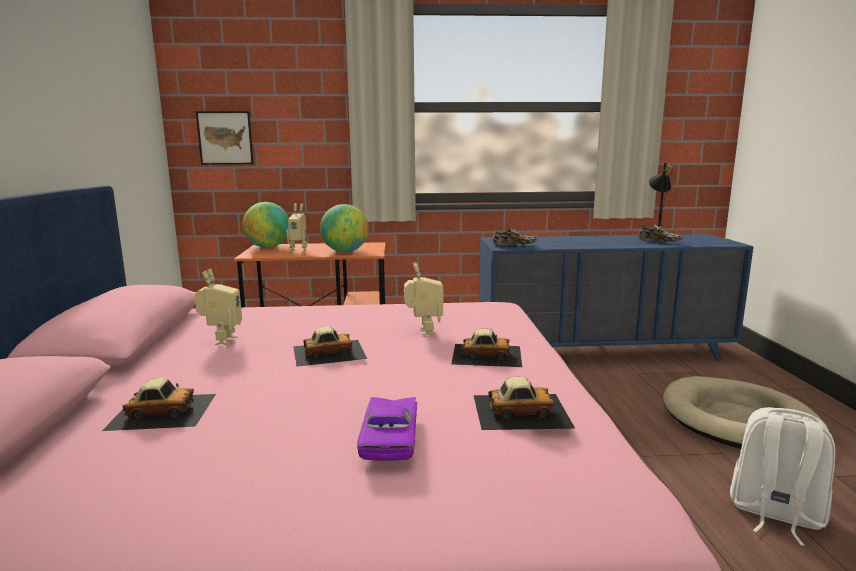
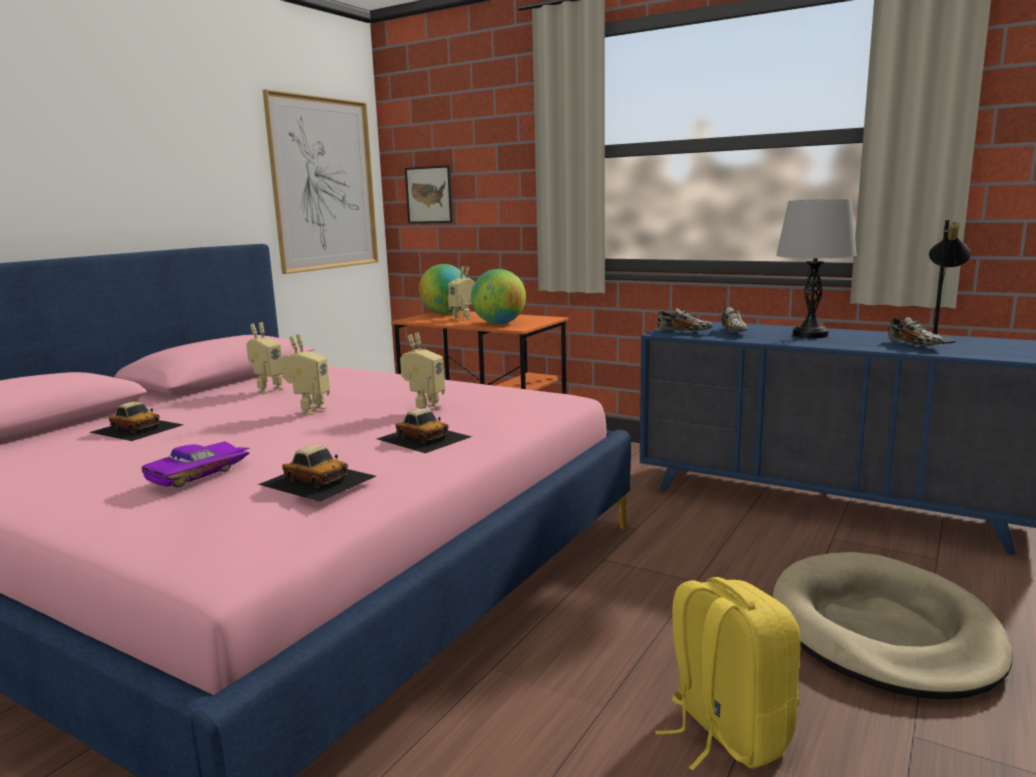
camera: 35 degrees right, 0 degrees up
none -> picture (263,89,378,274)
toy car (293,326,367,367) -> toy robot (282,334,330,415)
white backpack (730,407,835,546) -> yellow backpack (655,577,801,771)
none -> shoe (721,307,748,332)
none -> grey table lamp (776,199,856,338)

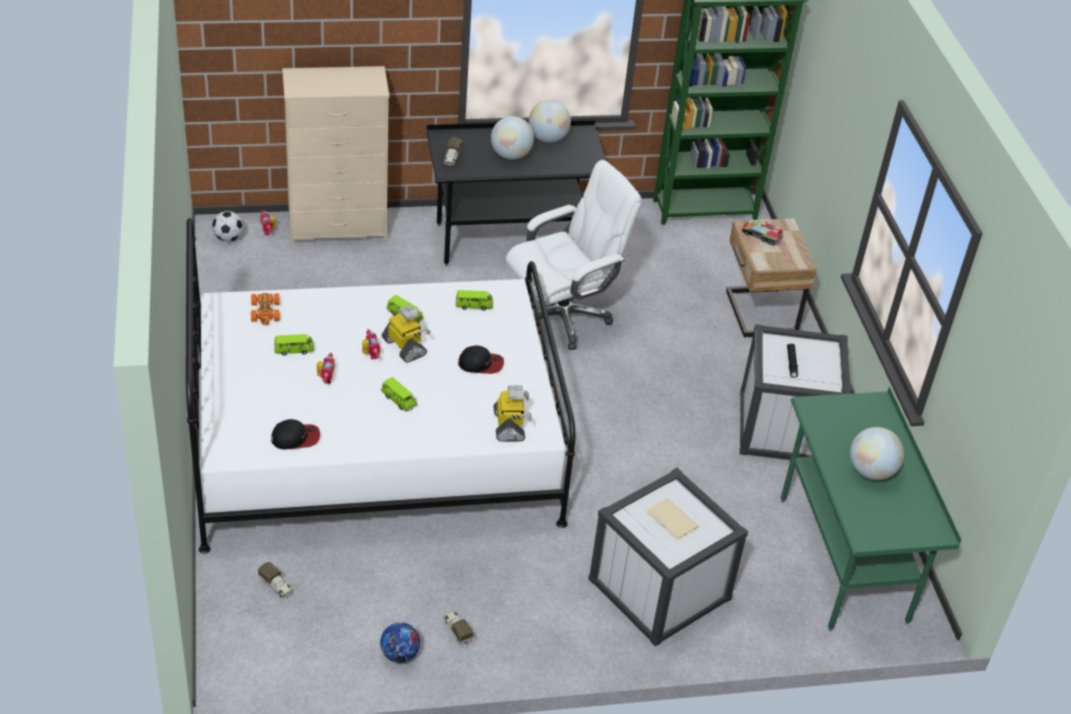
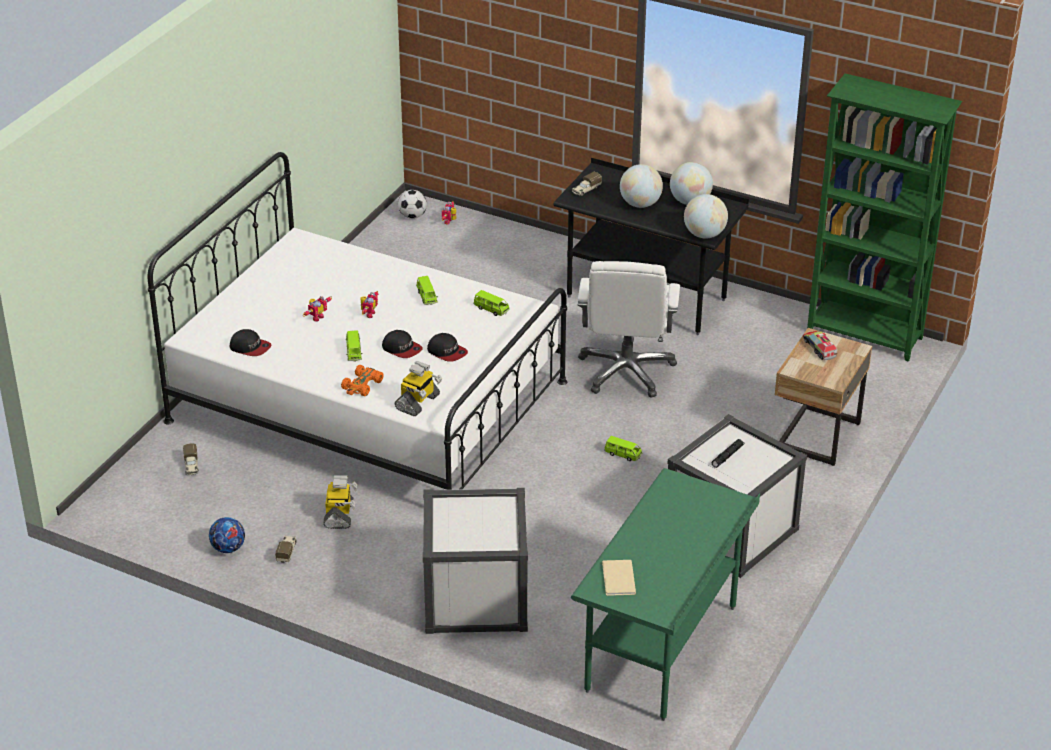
camera: 40 degrees right, 5 degrees down
toy robot (382,305,431,363) -> toy robot (323,475,357,529), relocated
orange toy car (251,293,280,325) -> orange toy car (341,365,384,396), relocated
none -> cap (382,330,423,358)
white office chair (506,160,642,350) -> white office chair (578,261,680,398), 90 degrees clockwise
beige book (647,498,699,540) -> beige book (602,560,636,596), relocated
green toy car (274,334,314,356) -> green toy car (604,436,642,461), relocated
globe (850,427,904,480) -> globe (684,194,728,238), relocated
beige dresser (282,66,389,245) -> none

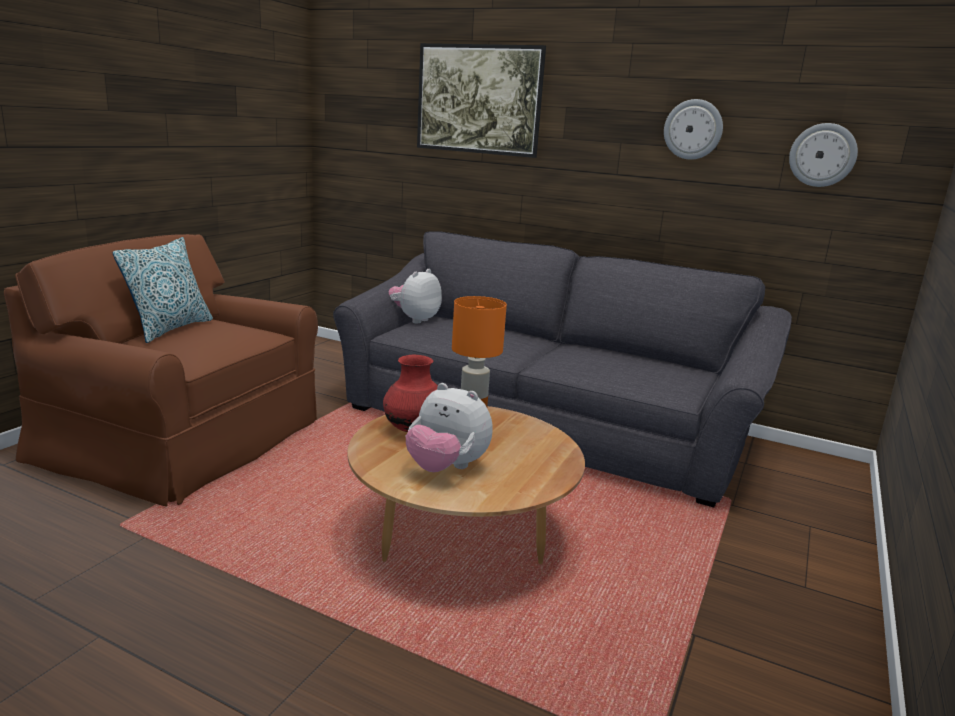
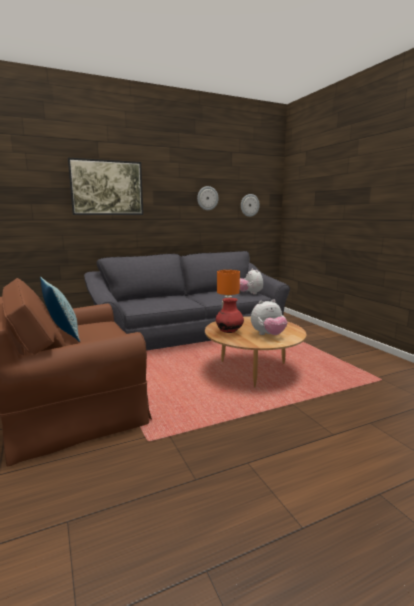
camera: 50 degrees left, 5 degrees down
plush toy (388,269,442,323) -> plush toy (240,268,263,295), relocated

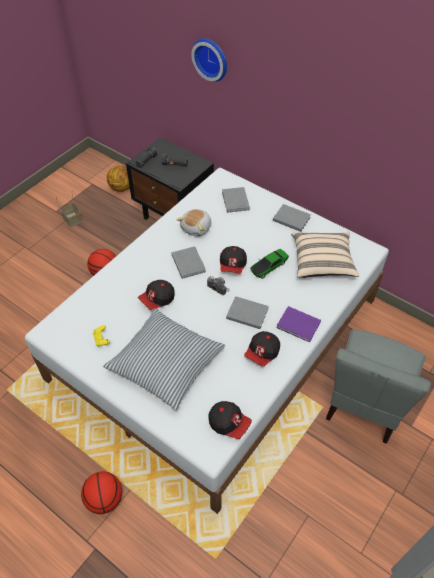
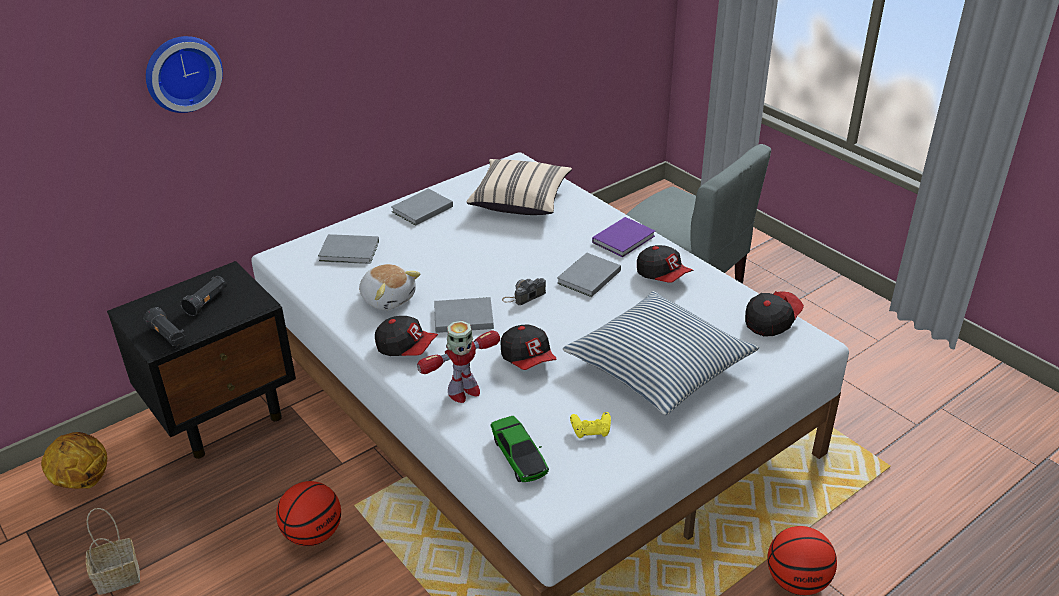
camera: 75 degrees left, 15 degrees down
cap (220,246,247,274) -> cap (375,316,438,356), relocated
none -> toy robot (417,321,500,403)
toy car (250,249,289,279) -> toy car (490,416,549,482), relocated

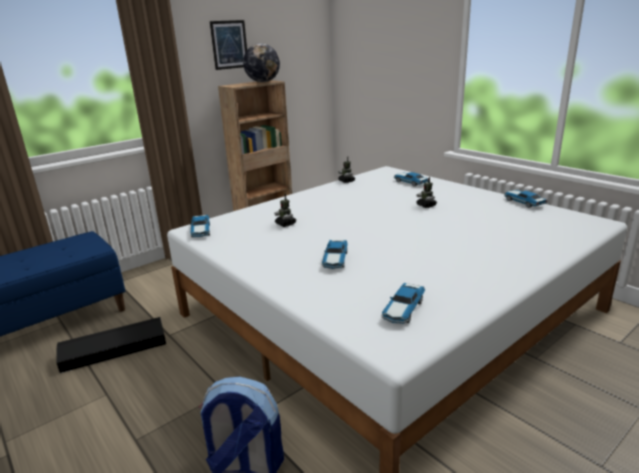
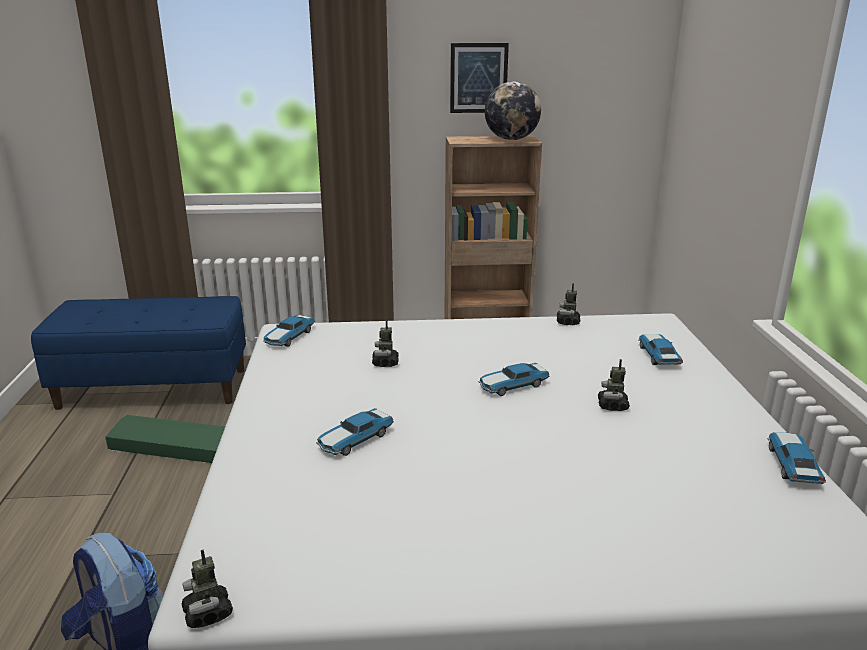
camera: 35 degrees right, 0 degrees up
black storage box (56,317,166,373) -> green storage box (105,415,225,463)
none -> toy robot (182,549,233,628)
toy car (381,283,425,324) -> toy car (478,363,549,396), relocated

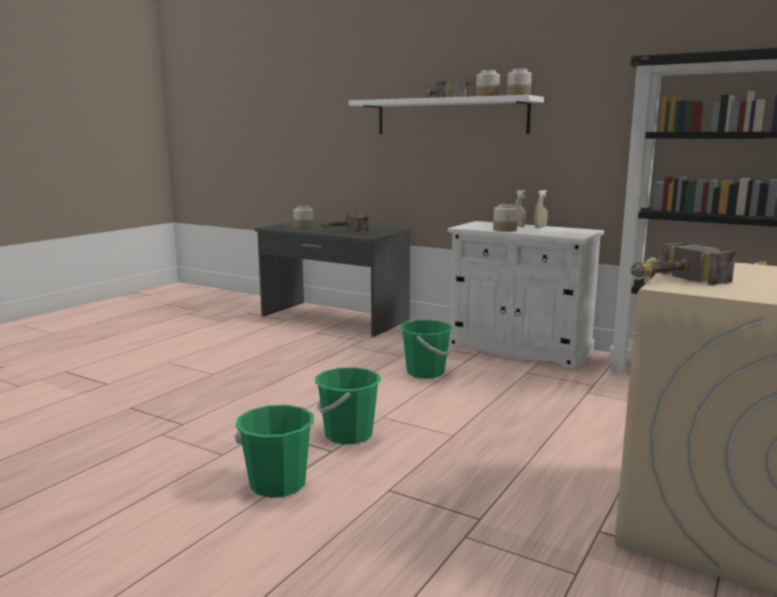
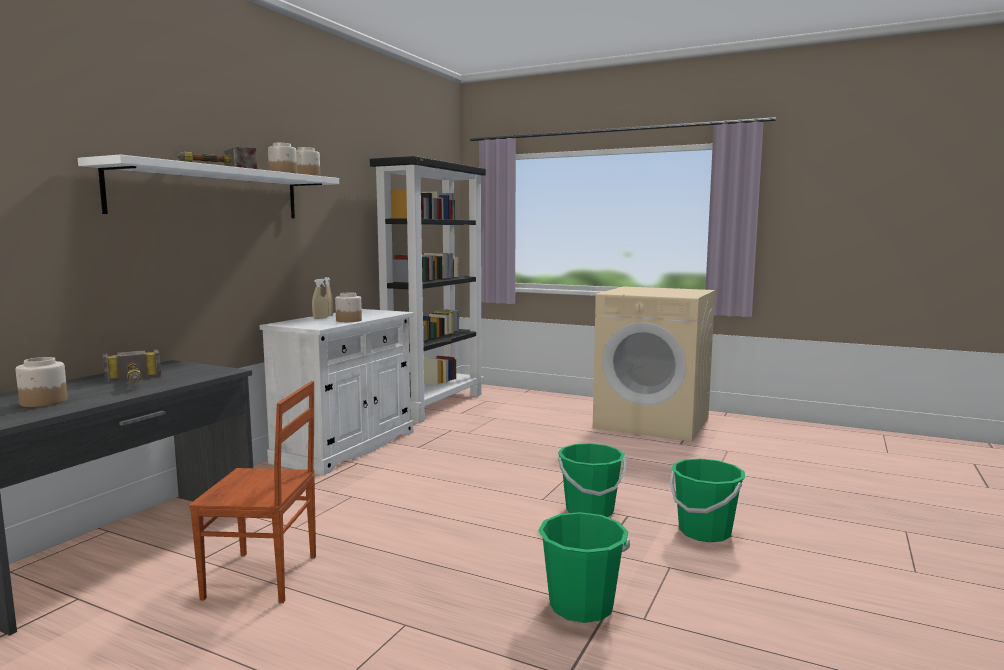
camera: 95 degrees left, 5 degrees down
none -> brown chair (189,381,316,603)
green bucket (400,320,452,379) -> green bucket (538,512,630,623), relocated
hammer (631,242,736,285) -> none

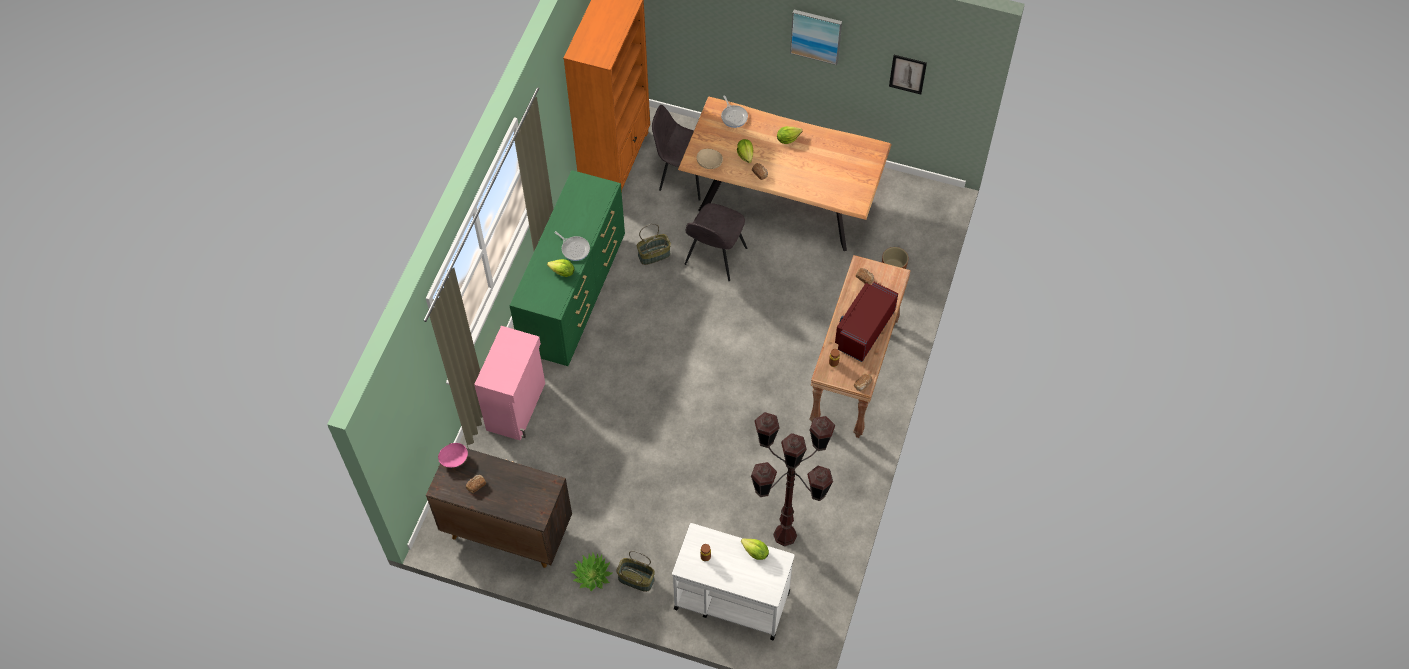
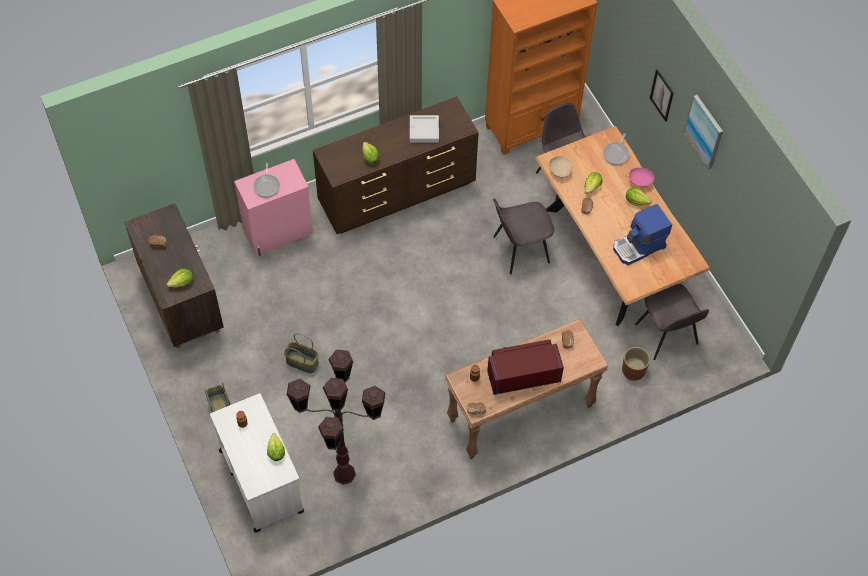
camera: 45 degrees right, 0 degrees up
none -> lettuce (166,268,193,288)
frying pan (554,231,590,261) -> frying pan (253,163,280,198), relocated
basket (637,224,671,265) -> basket (284,333,319,373), relocated
green dresser (510,170,625,366) -> brown dresser (313,96,479,234)
none -> grey tray (410,115,439,143)
none -> coffee machine (613,204,672,265)
pink bowl (438,443,468,468) -> pink bowl (629,168,654,187), relocated
none -> grey chair (635,284,709,360)
picture (889,55,927,95) -> picture (650,69,674,122), relocated
potted plant (571,553,613,591) -> none

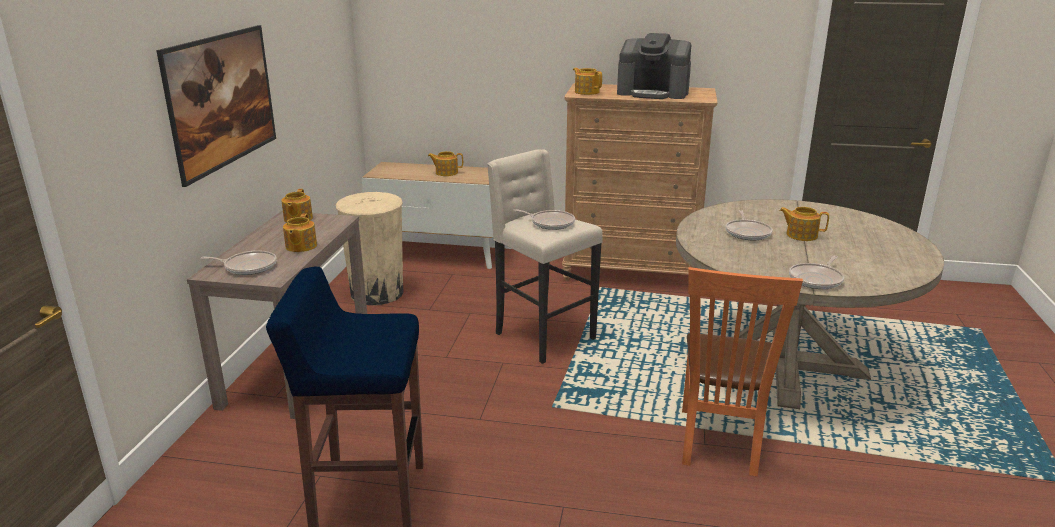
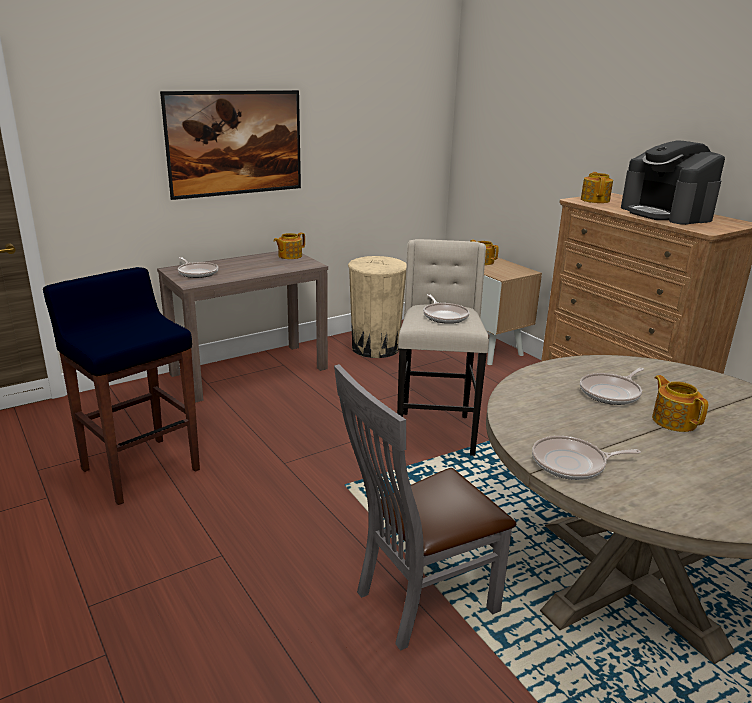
camera: 45 degrees right, 0 degrees up
orange chair (682,267,803,476) -> grey chair (334,364,516,651)
teapot (283,213,317,252) -> none

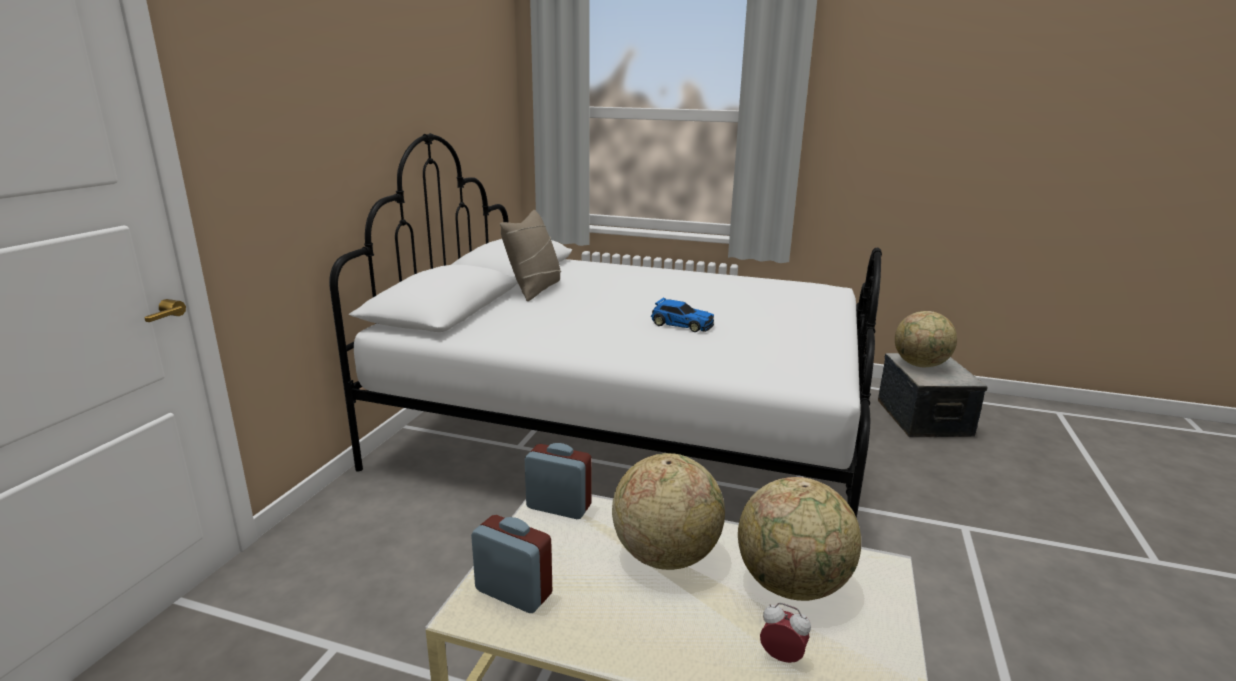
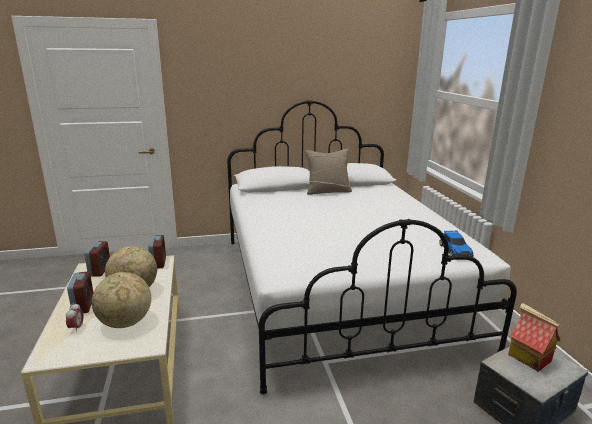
camera: 60 degrees right, 0 degrees up
none -> alarm clock (67,271,94,313)
toy car (651,298,714,332) -> toy car (439,231,474,260), relocated
globe (895,311,957,367) -> toy house (508,303,561,372)

